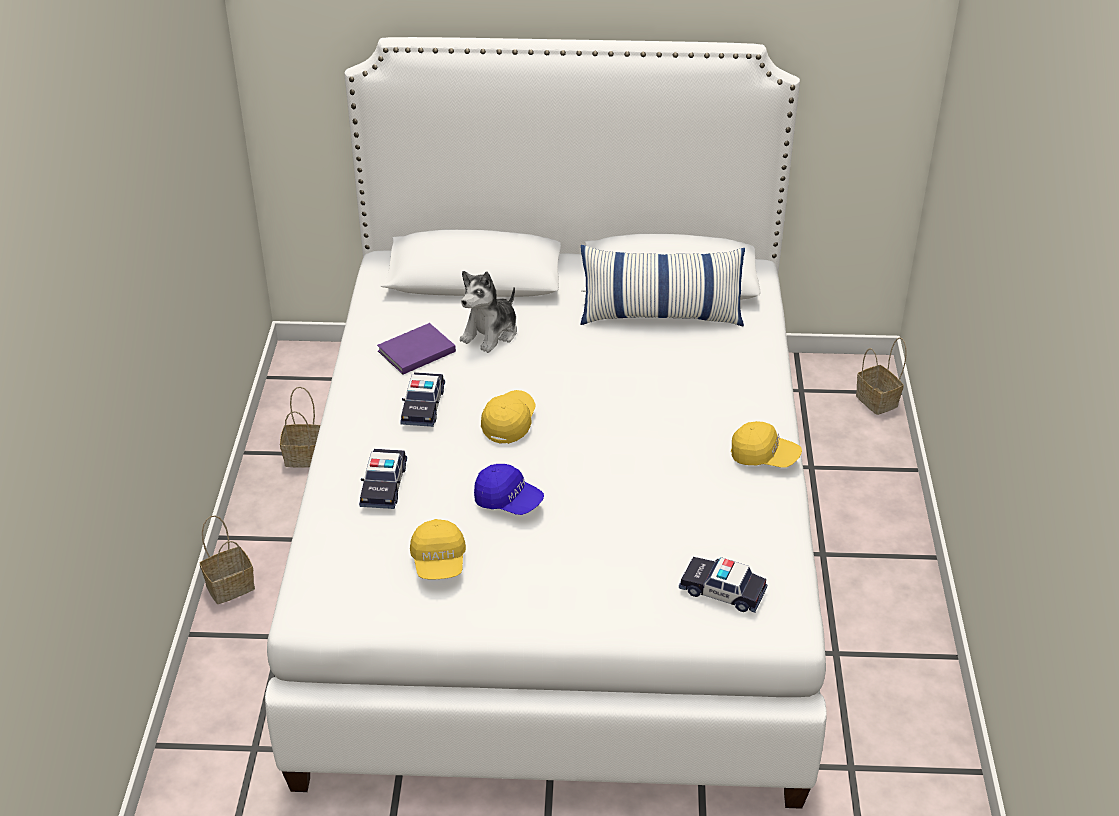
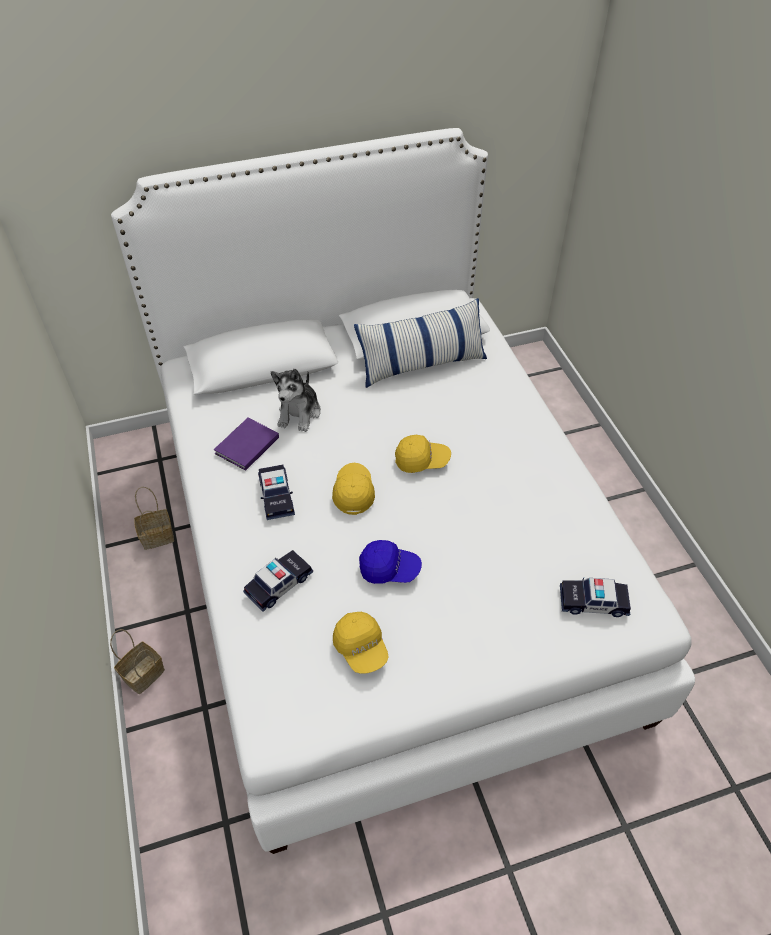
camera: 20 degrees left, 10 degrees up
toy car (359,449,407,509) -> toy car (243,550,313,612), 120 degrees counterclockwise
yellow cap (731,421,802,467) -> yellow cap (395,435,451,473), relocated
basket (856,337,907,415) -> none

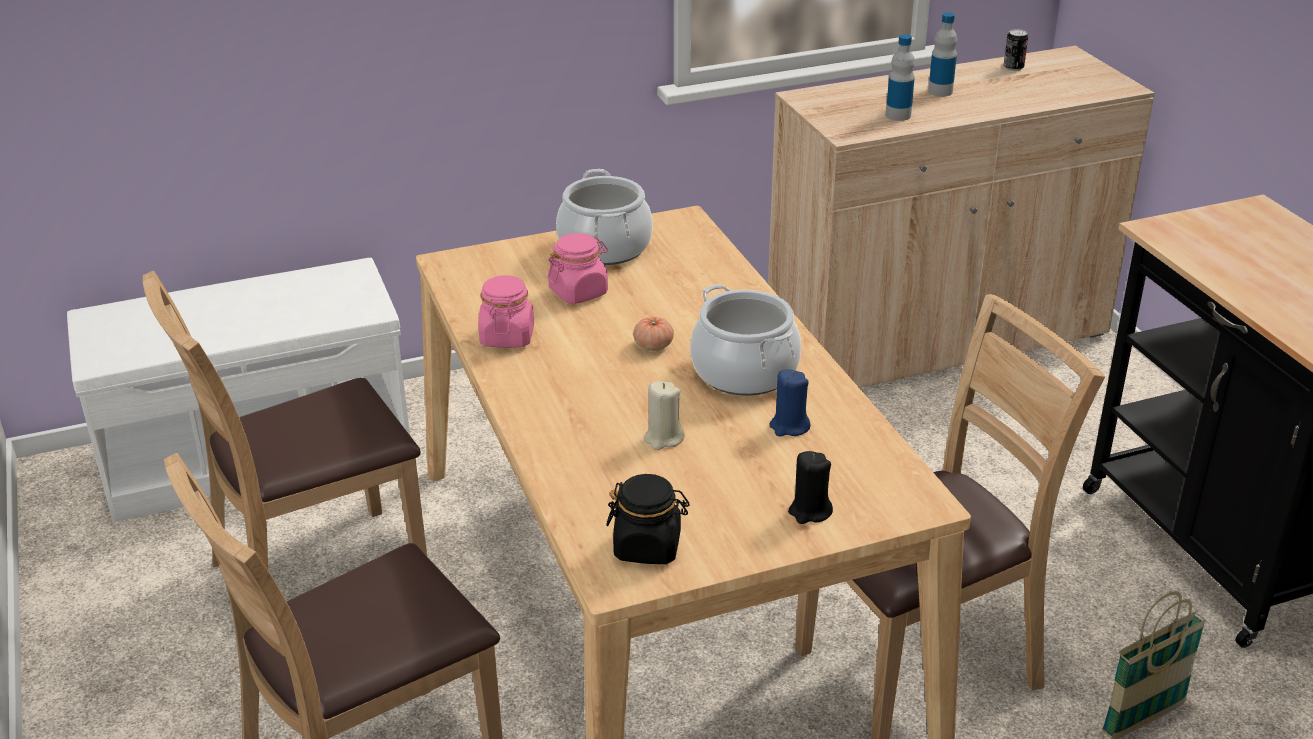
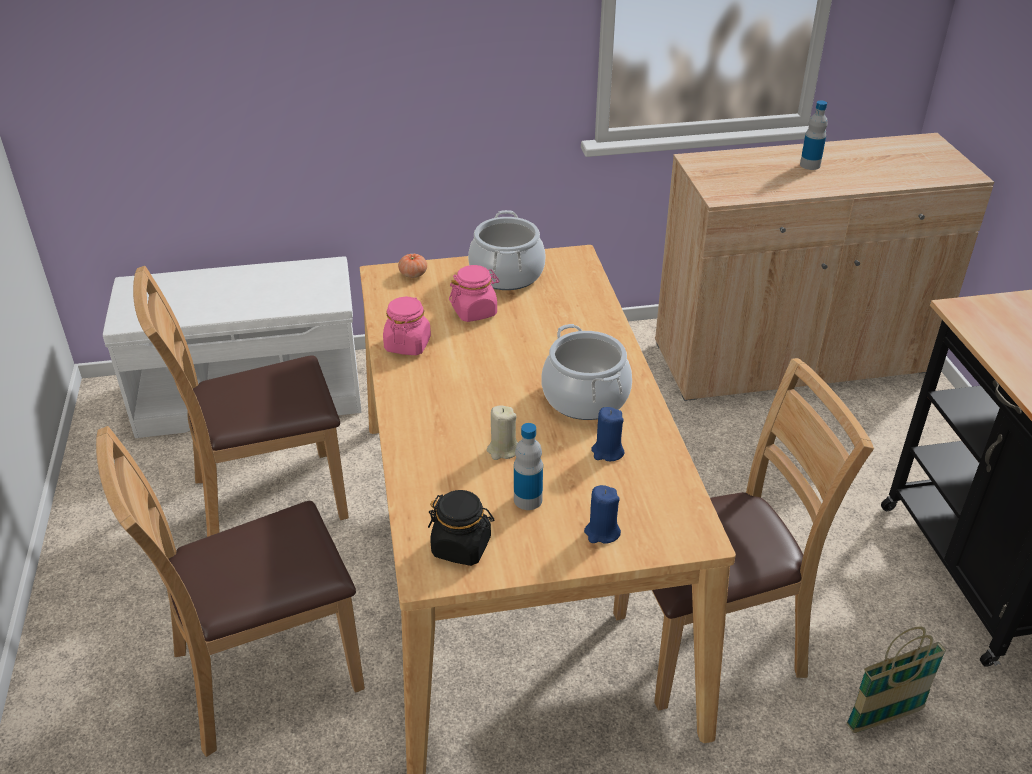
camera: 10 degrees right, 5 degrees up
tomato (633,317,674,351) -> tomato (398,254,427,278), relocated
bottle (886,34,915,121) -> bottle (514,423,543,510), relocated
black candle (788,451,833,524) -> blue candle (584,485,621,544)
can (1004,29,1028,71) -> none

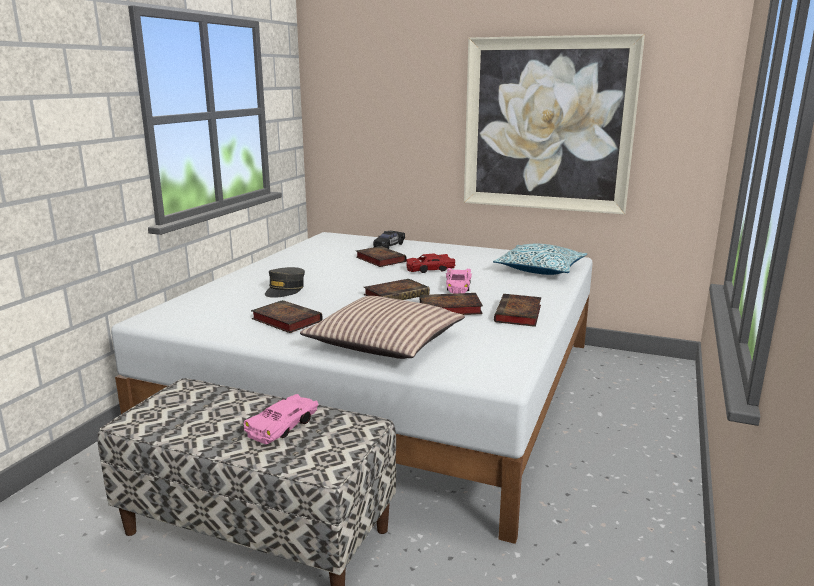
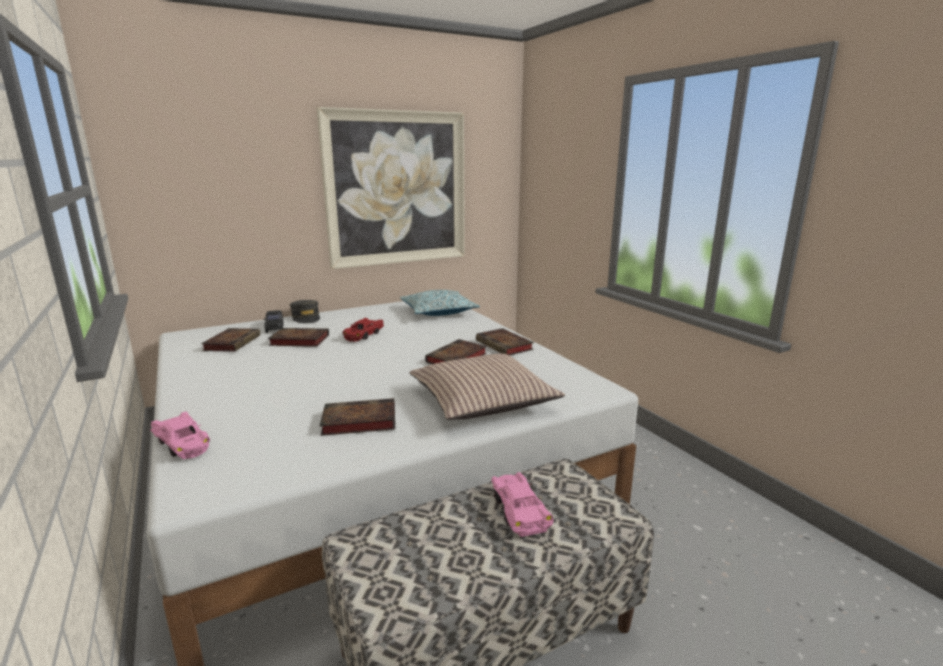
camera: 50 degrees left, 0 degrees up
pink toy car (446,268,472,294) -> pink toy car (150,411,210,459), relocated
book (364,279,430,300) -> book (201,328,260,352), relocated
grey cap (265,267,305,298) -> grey cap (290,300,320,323), relocated

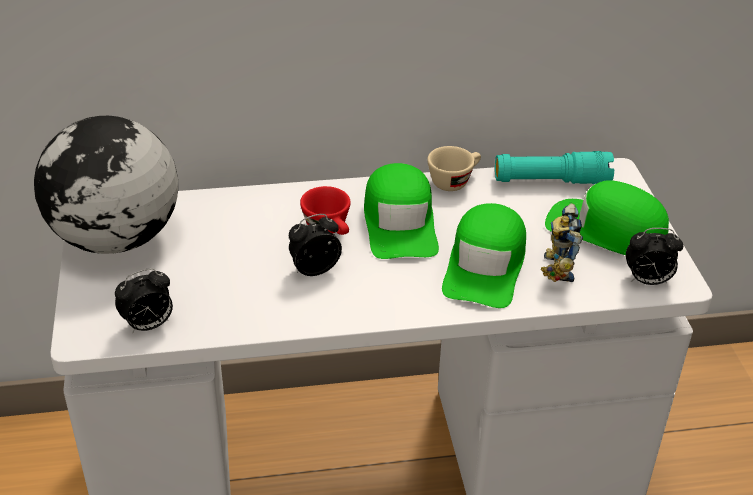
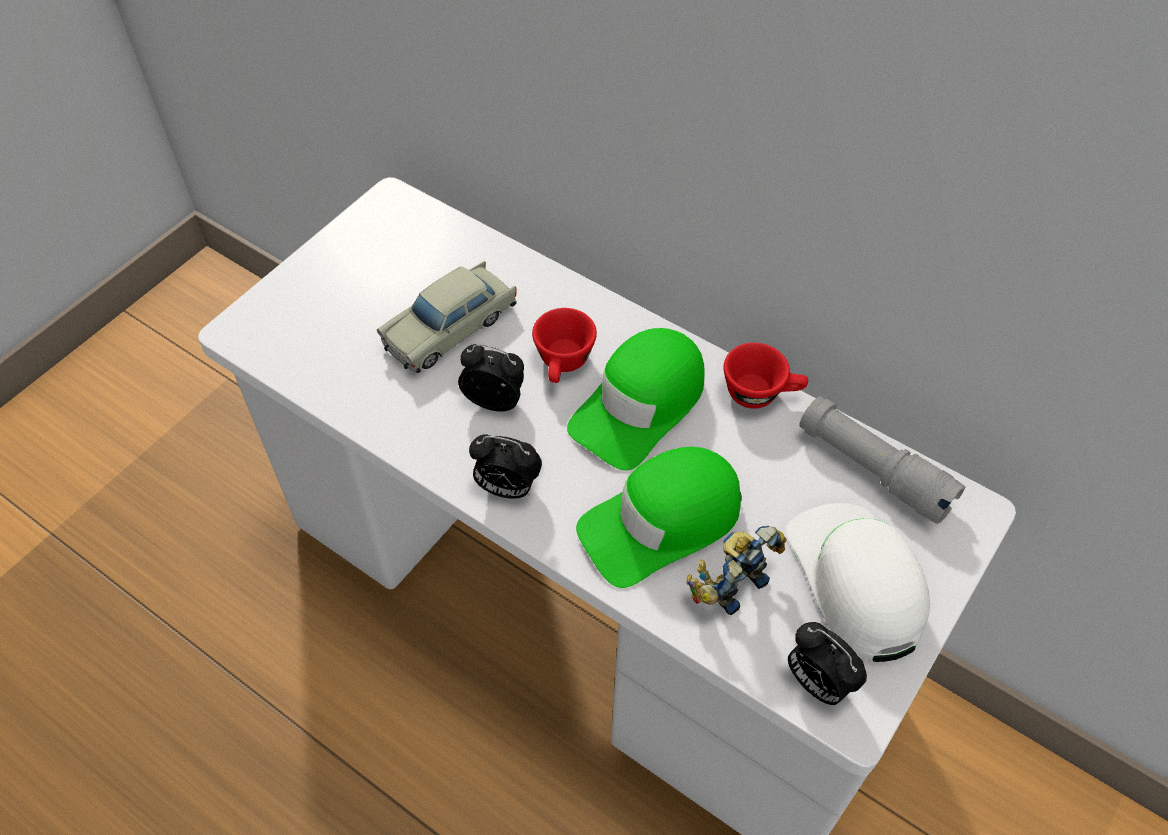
camera: 45 degrees right, 15 degrees up
none -> beige toy car (377,261,517,373)
alarm clock (115,268,173,333) -> alarm clock (469,434,542,499), relocated
beige cup (427,146,481,191) -> red cup (723,343,808,409)
green cap (545,180,669,255) -> white cap (786,503,930,662)
turquoise flashlight (495,151,614,184) -> grey flashlight (799,396,965,524)
globe (34,116,178,254) -> none

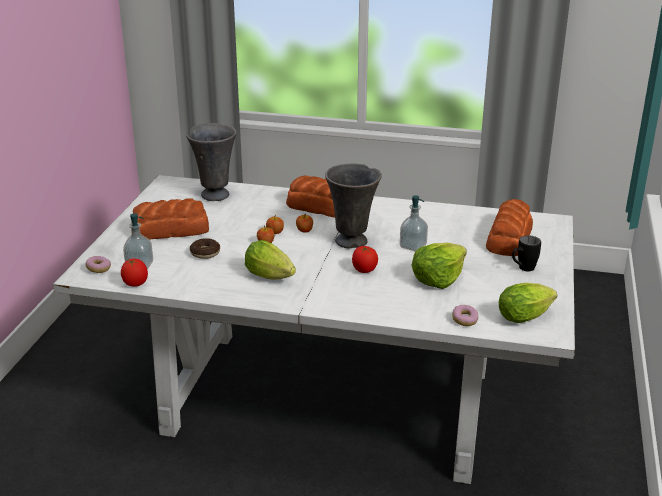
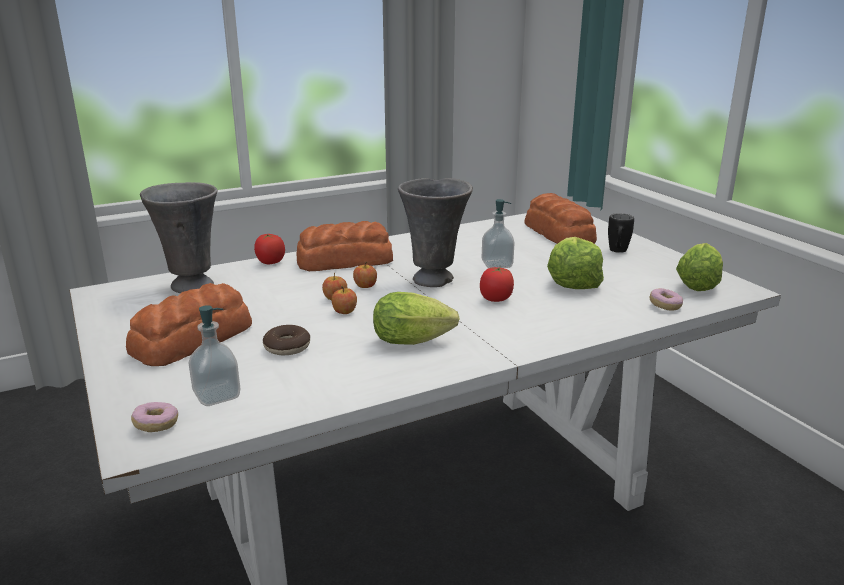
camera: 40 degrees left, 5 degrees down
tomato (121,258,148,287) -> tomato (254,234,285,264), relocated

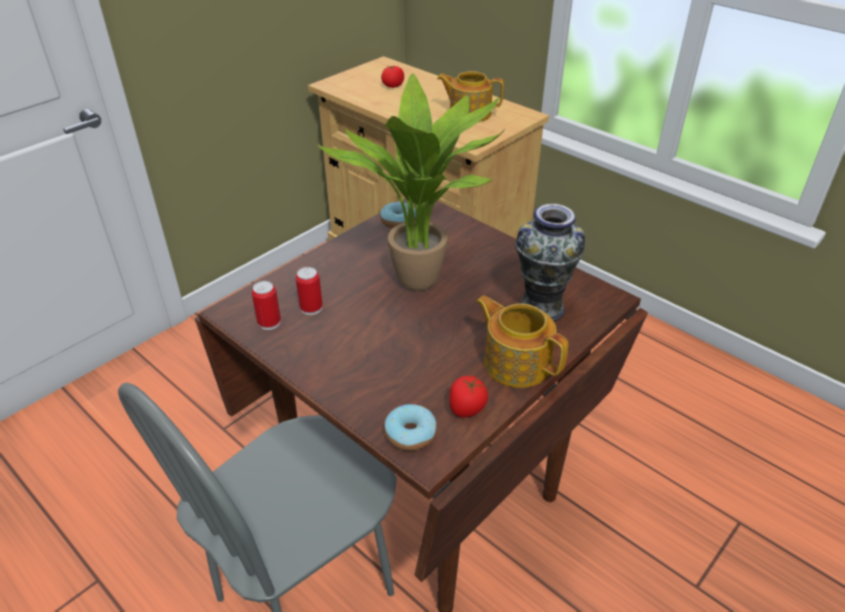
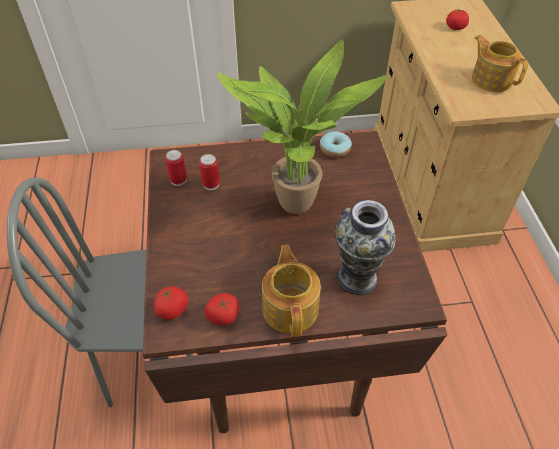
camera: 40 degrees right, 10 degrees up
donut (384,404,437,451) -> tomato (154,286,188,320)

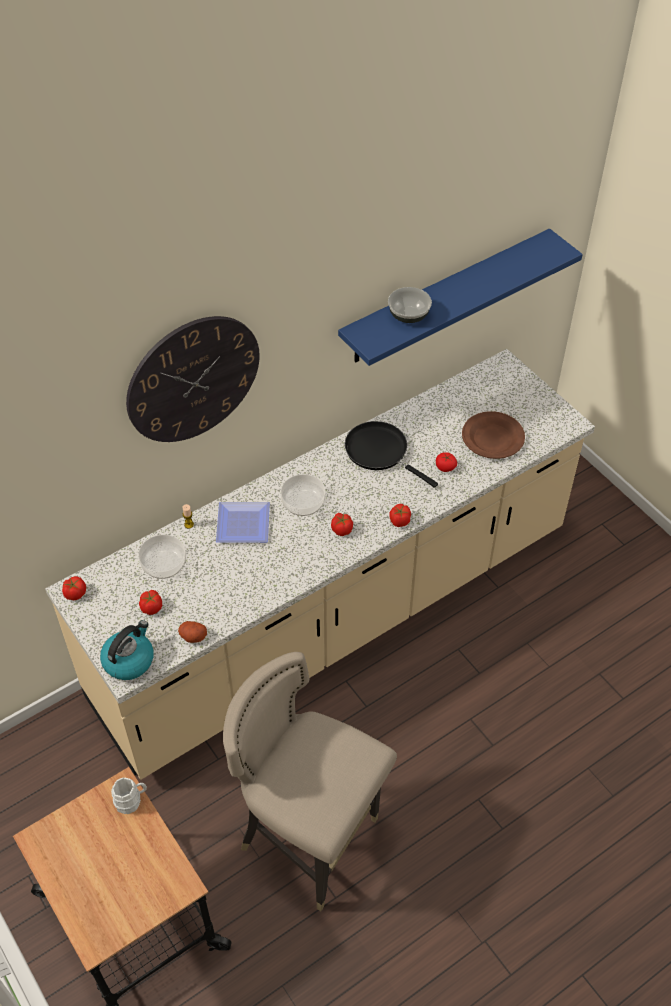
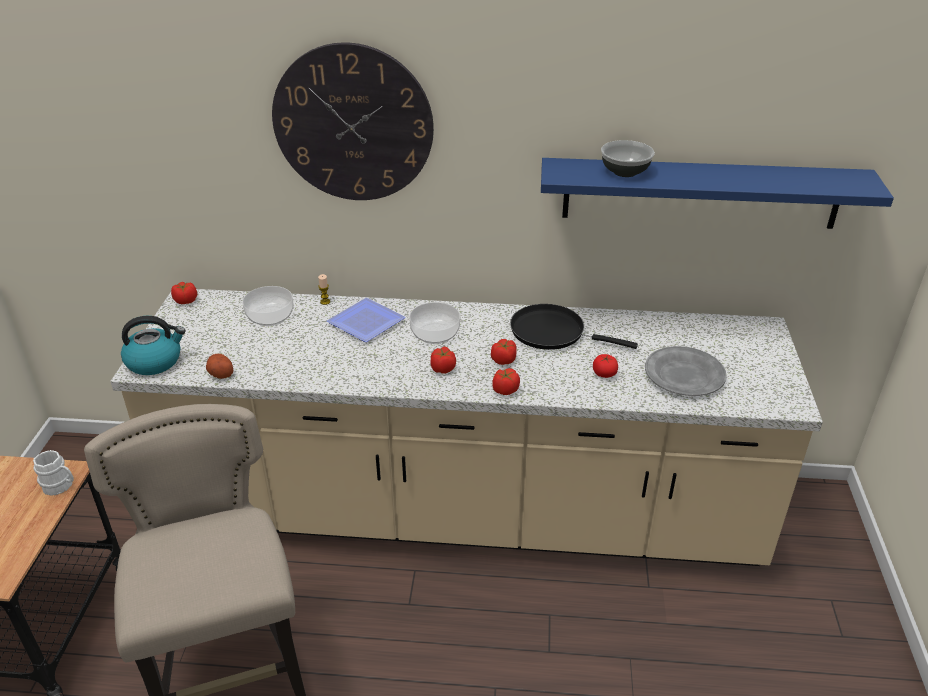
camera: 40 degrees right, 15 degrees down
tomato (139,590,162,615) -> tomato (491,339,517,365), relocated
black frying pan (345,421,438,488) -> black frying pan (510,304,638,350), 60 degrees counterclockwise
brown plate (462,411,525,459) -> grey plate (645,346,727,396)

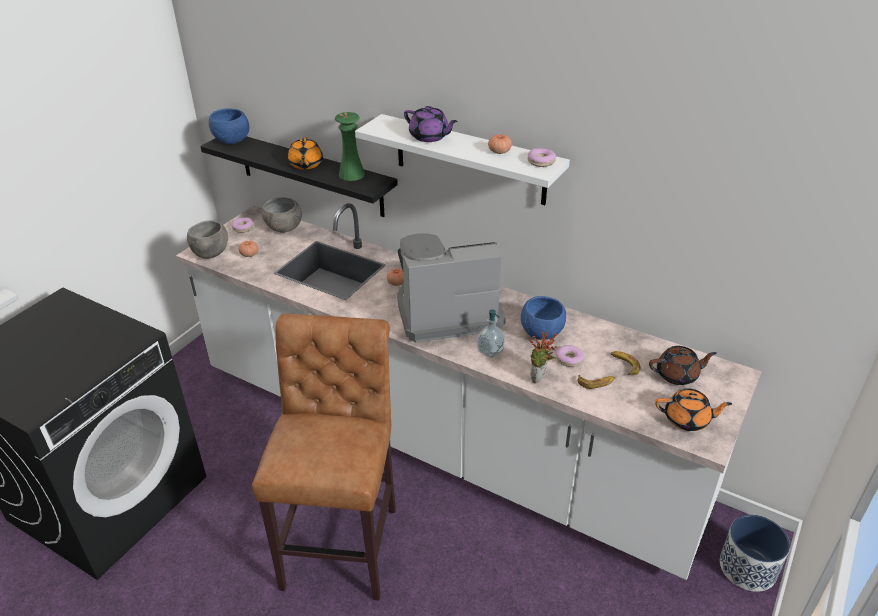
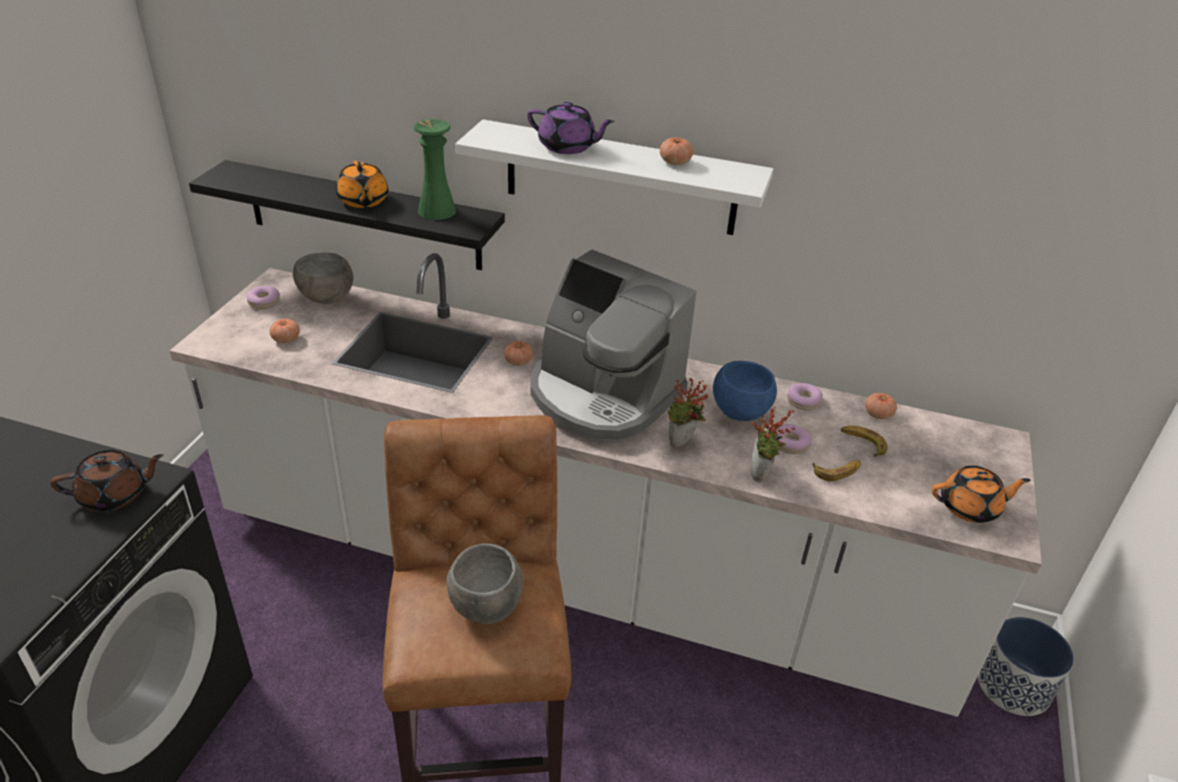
camera: 15 degrees left, 0 degrees up
brown teapot (649,346,717,385) -> brown teapot (50,450,164,511), relocated
grey bowl (187,220,228,259) -> grey bowl (446,544,523,624), relocated
coffee machine (397,233,506,342) -> coffee machine (530,250,696,443), 120 degrees counterclockwise
soap dispenser (478,309,505,358) -> potted plant (668,378,708,448)
donut (528,148,556,167) -> donut (787,383,823,410), relocated
none -> tomato (865,393,897,419)
blue bowl (209,108,249,144) -> none

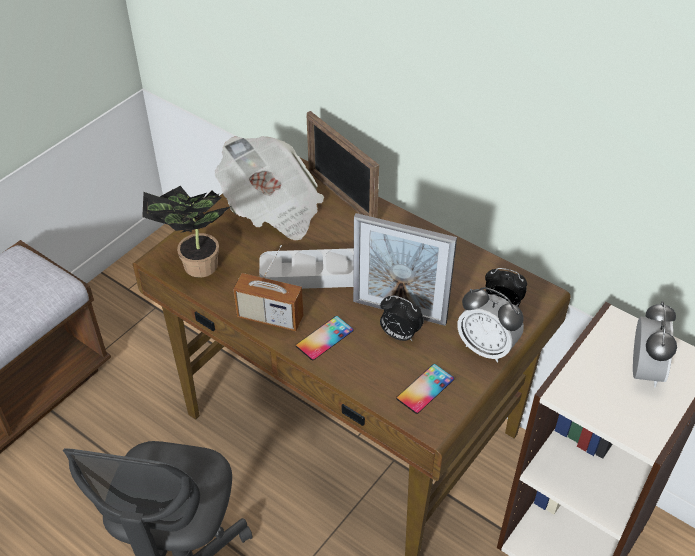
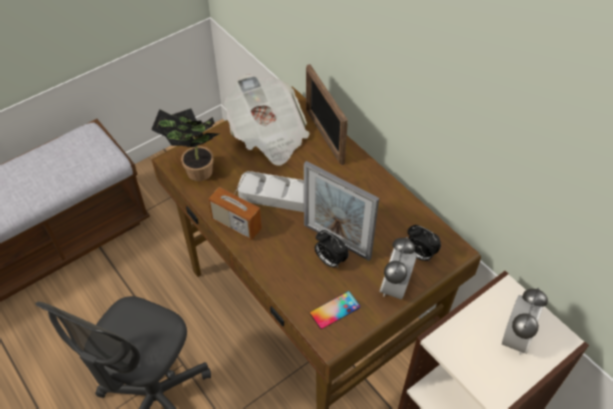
camera: 15 degrees right, 5 degrees up
alarm clock (457,287,524,363) -> alarm clock (379,237,417,300), 60 degrees clockwise
phone (296,316,354,360) -> none

